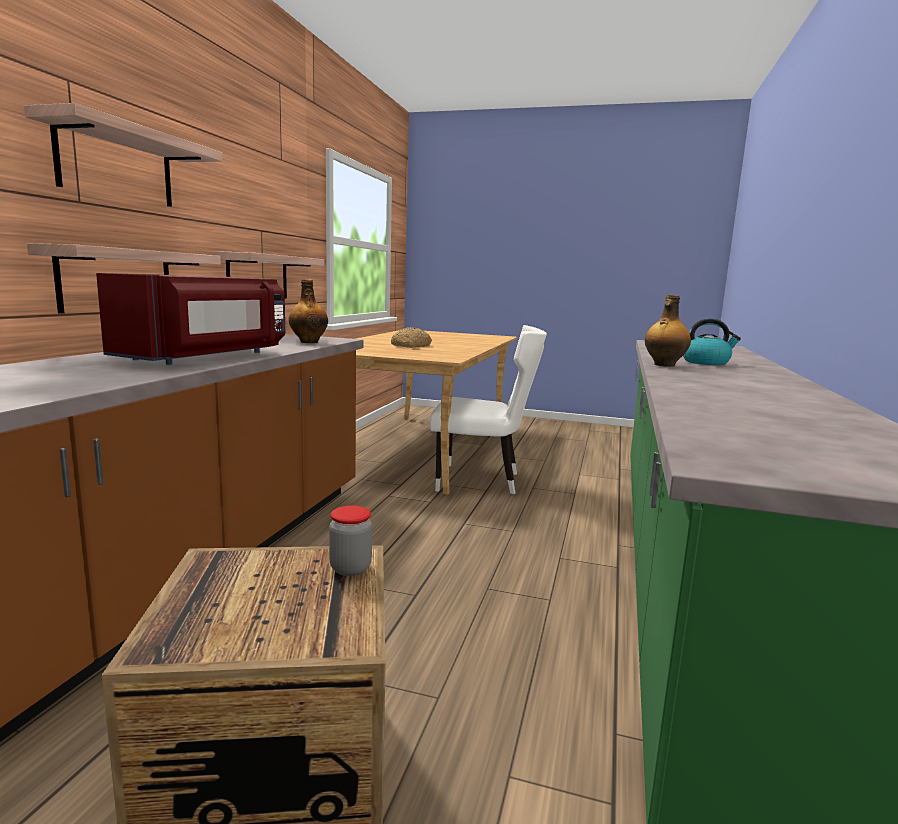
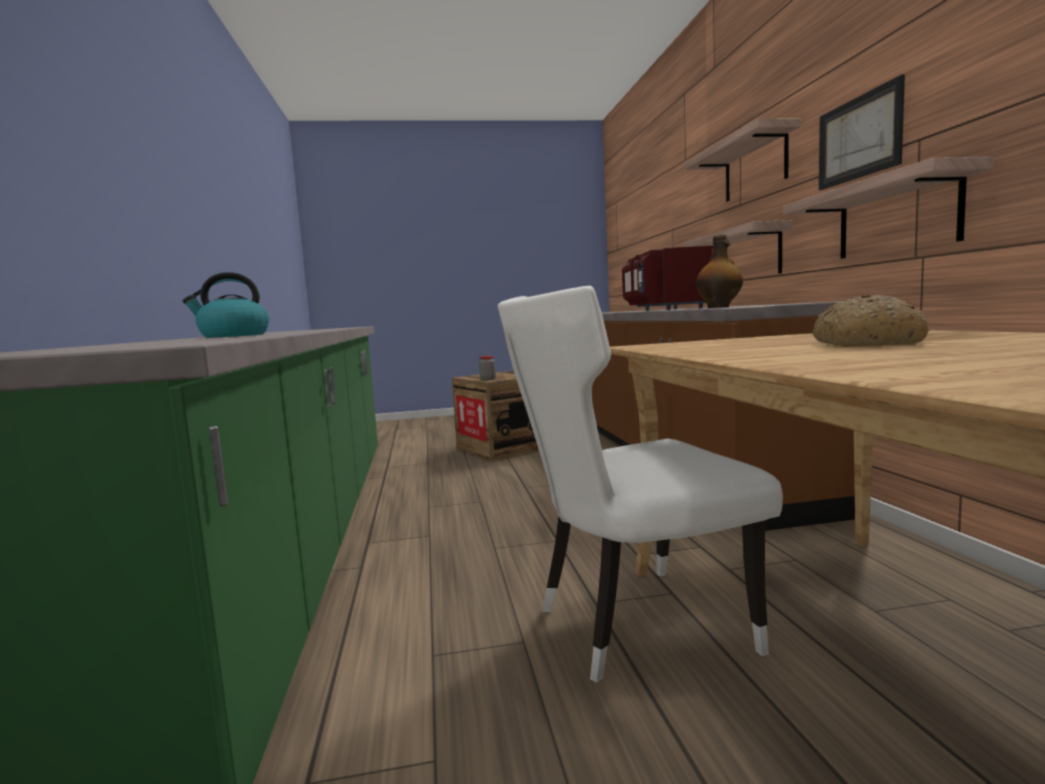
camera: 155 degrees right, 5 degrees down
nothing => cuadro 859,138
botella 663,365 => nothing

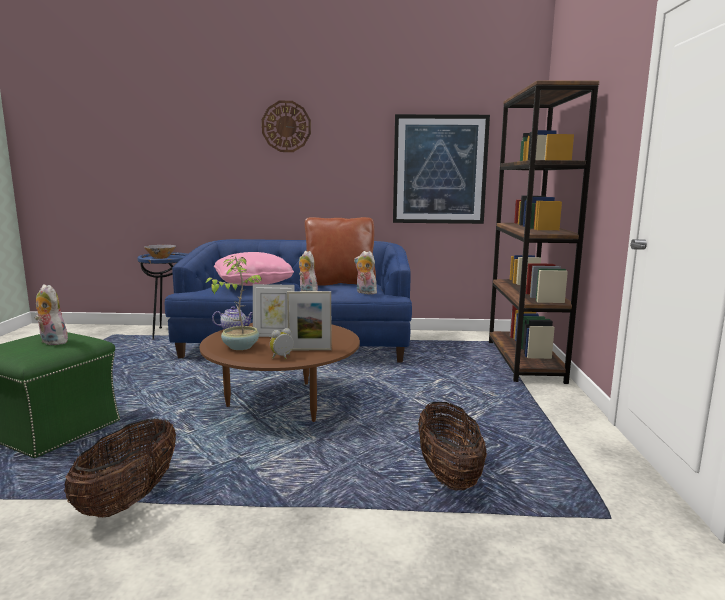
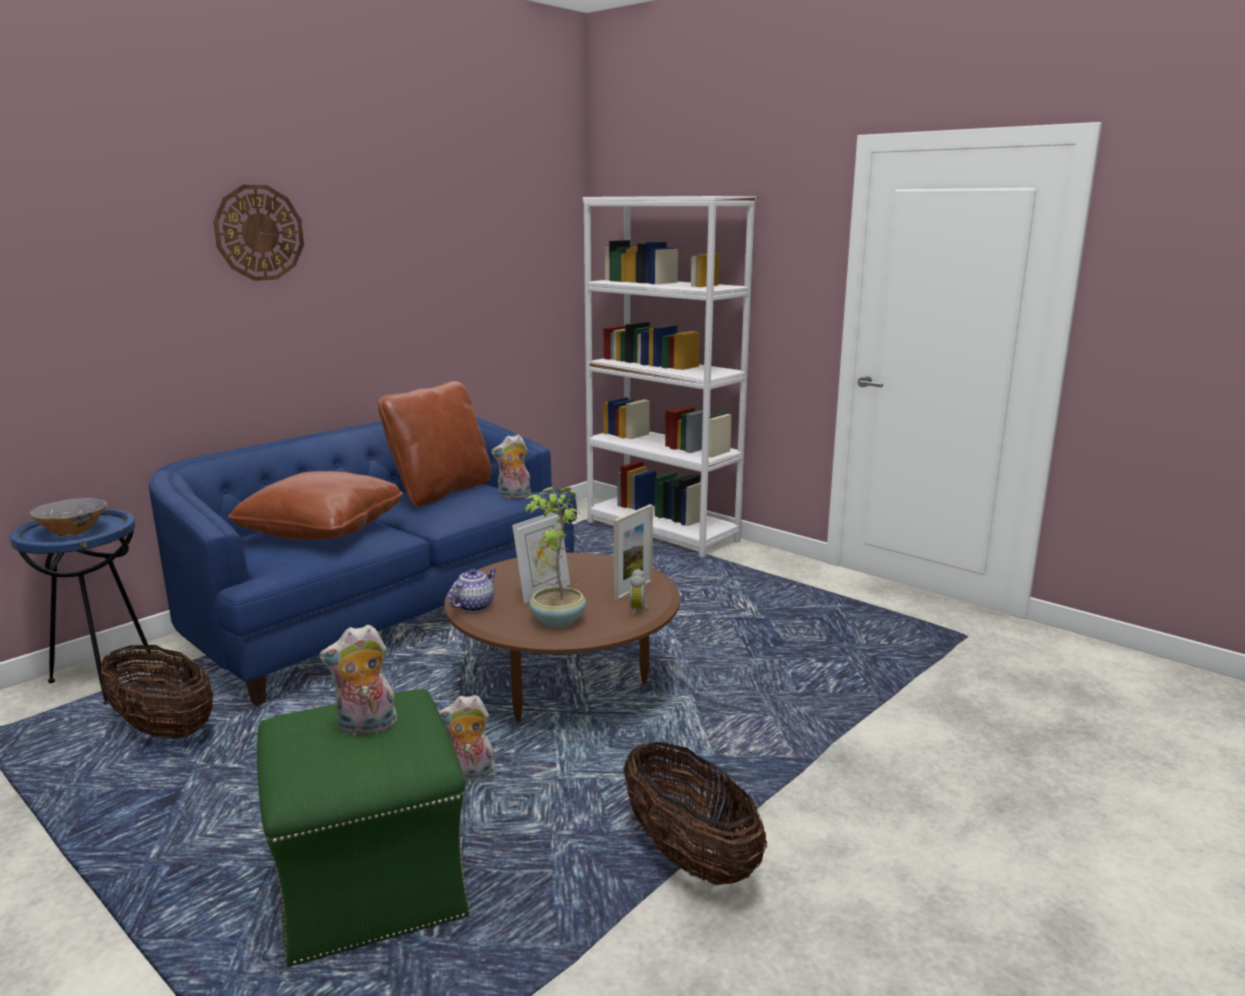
camera: 50 degrees left, 5 degrees up
cesta 448,475 => cesta 163,728, shifted
cojín (rosa) 253,283 => cojín (marrón) 322,529
peluche 306,292 => peluche 469,775, shifted
estantería (marrón) 524,361 => estantería (blanco) 662,532
cuadro 439,170 => nothing

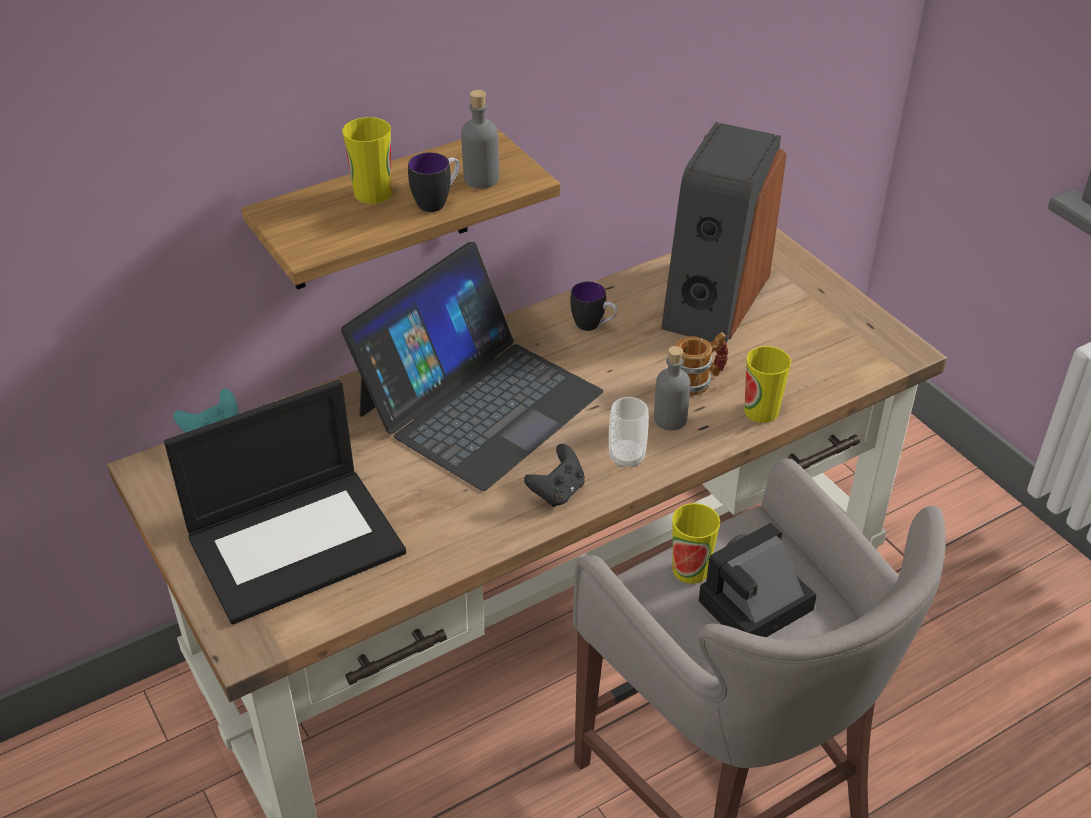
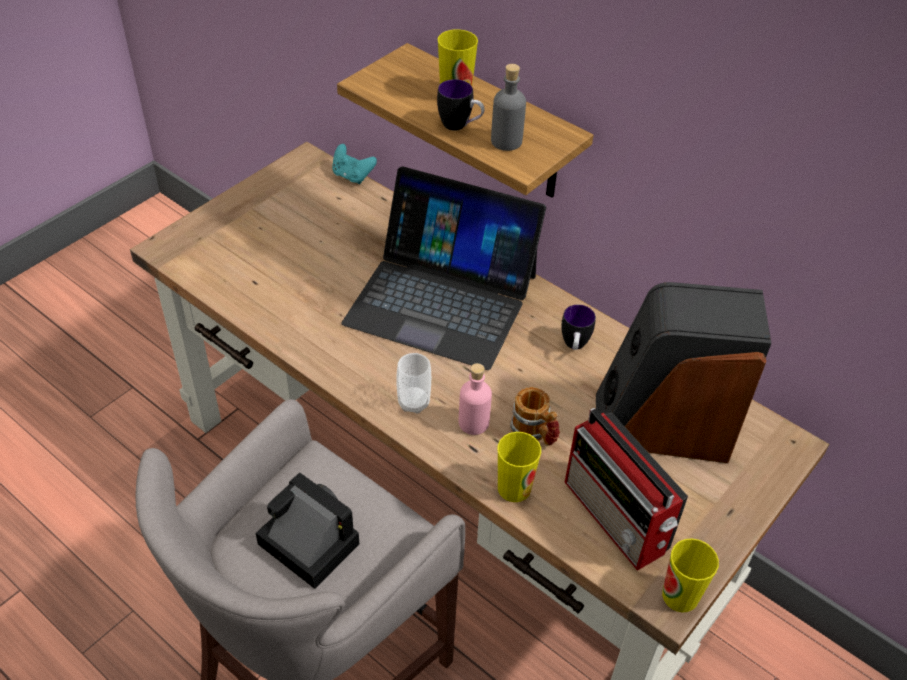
camera: 70 degrees right, 5 degrees up
botella (gris) 670,419 => botella (rosa) 473,423
nothing => radio 617,519
taza 690,569 => taza 680,595, shifted
portátil 297,542 => nothing
mando de consola (negro) 557,492 => nothing

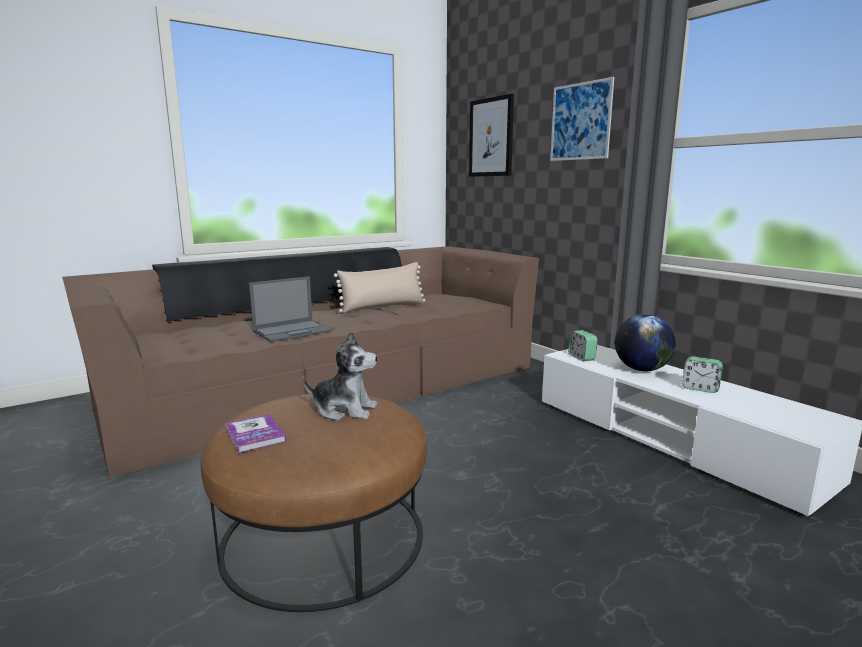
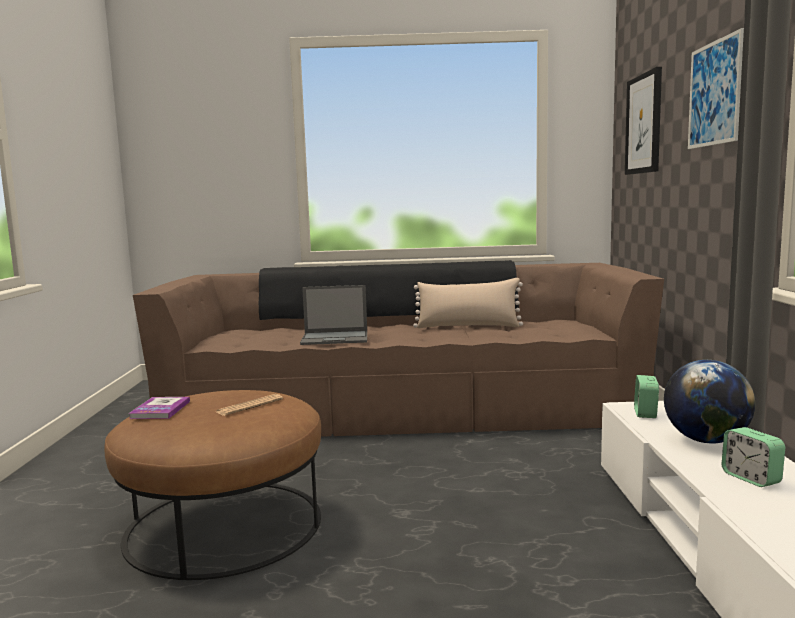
camera: 35 degrees right, 5 degrees down
peluche 344,410 => periódico 249,406

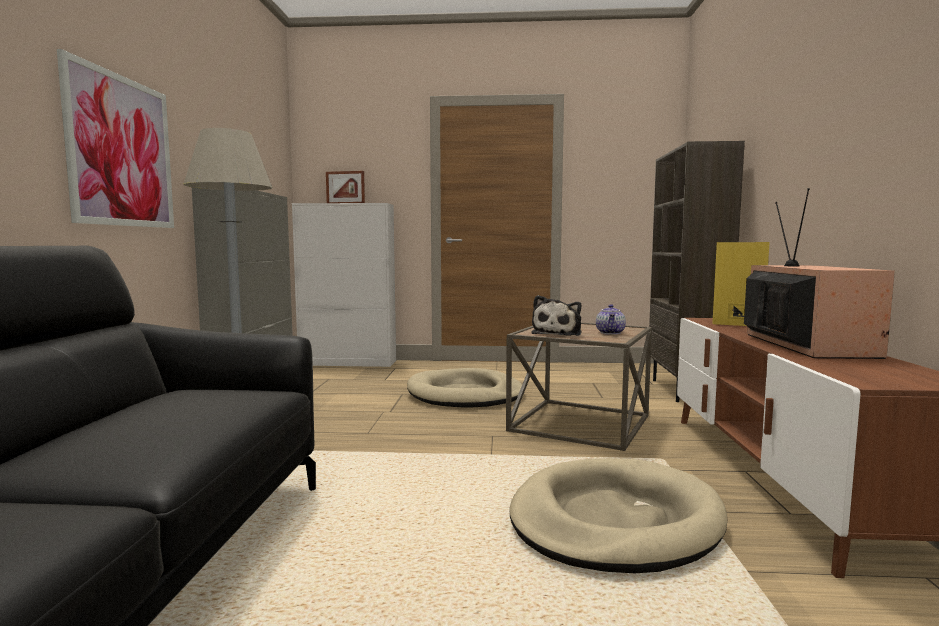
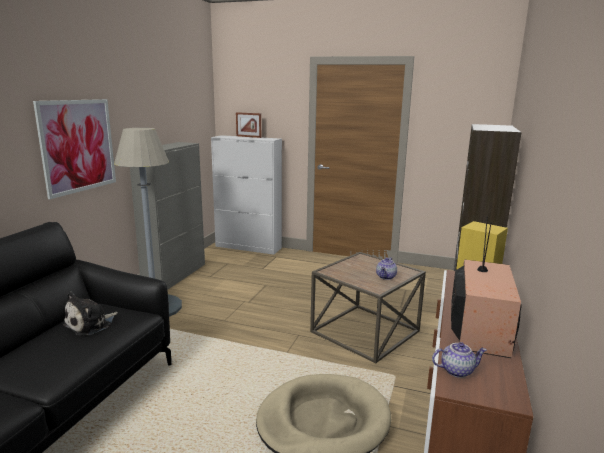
camera: 15 degrees right, 10 degrees up
peluche 558,333 => peluche 91,324, shifted
nothing => tetera 457,370
cama para perro (beis) 465,394 => nothing

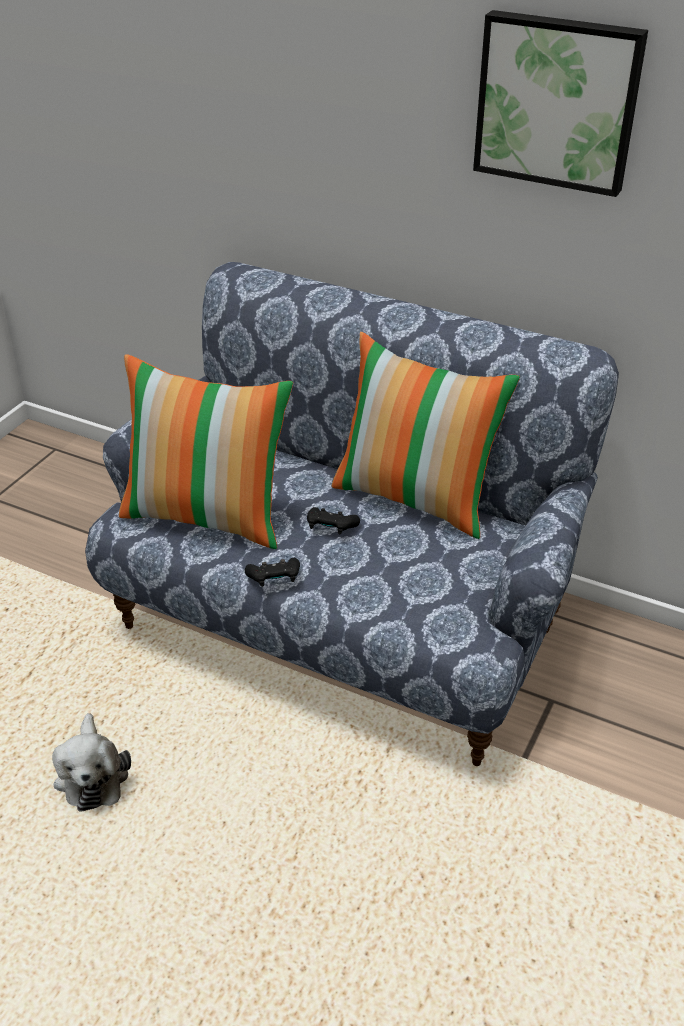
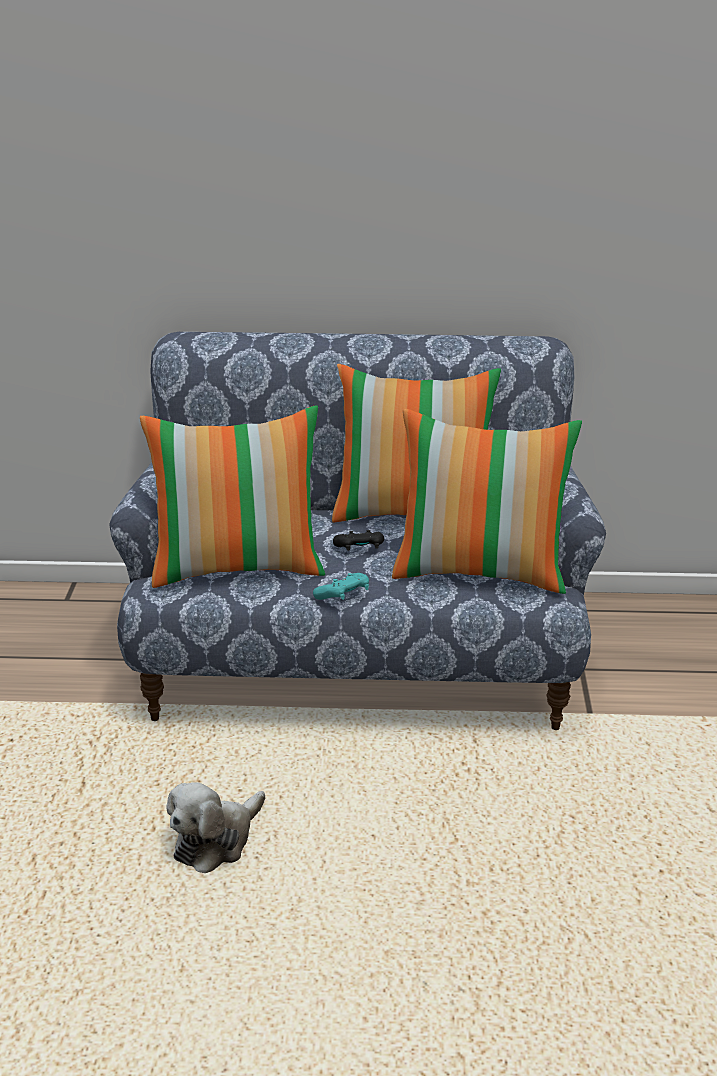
camera: 25 degrees left, 10 degrees down
peluche 92,775 => peluche 216,842, 75 degrees clockwise
mando de consola (negro) 274,580 => mando de consola (turquesa) 343,597
nothing => cojín 481,572
cuadro 558,101 => nothing

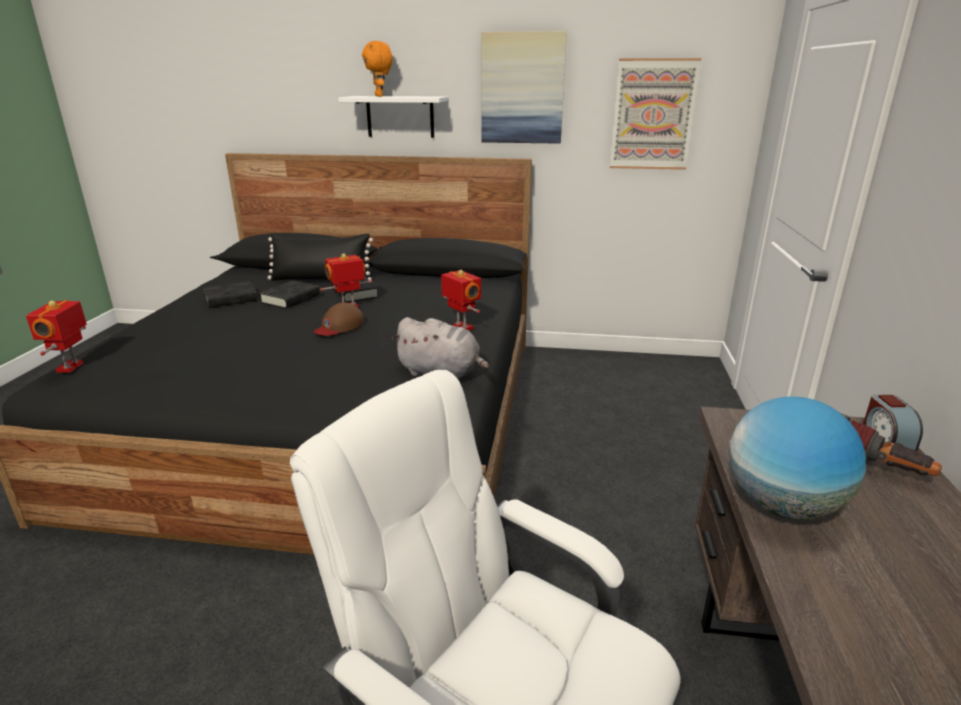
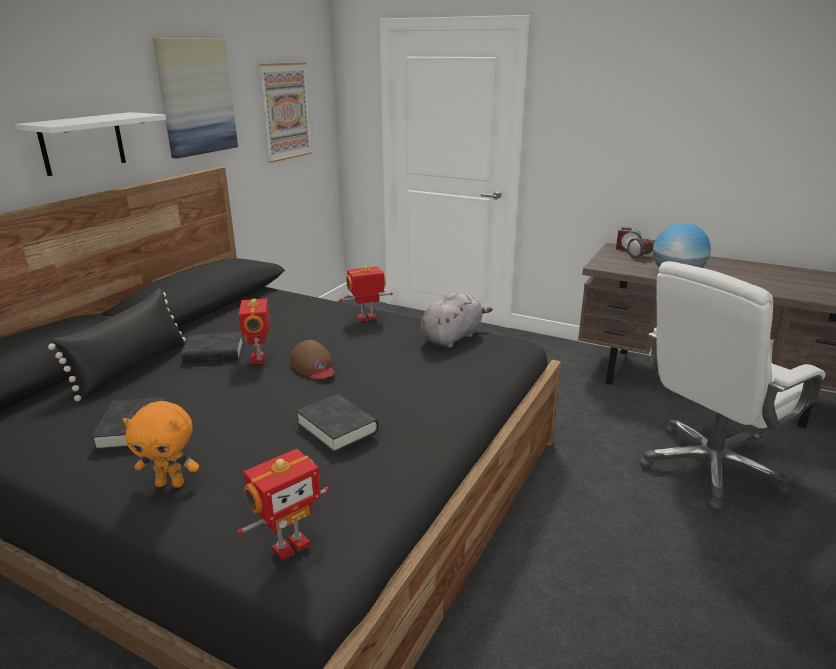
camera: 70 degrees left, 0 degrees up
peluche (naranja) 380,96 => peluche (naranja) 171,483, shifted
robot de juguete 71,367 => robot de juguete 290,545, 60 degrees counterclockwise
libro (negro) 290,299 => libro (negro) 337,428, shifted

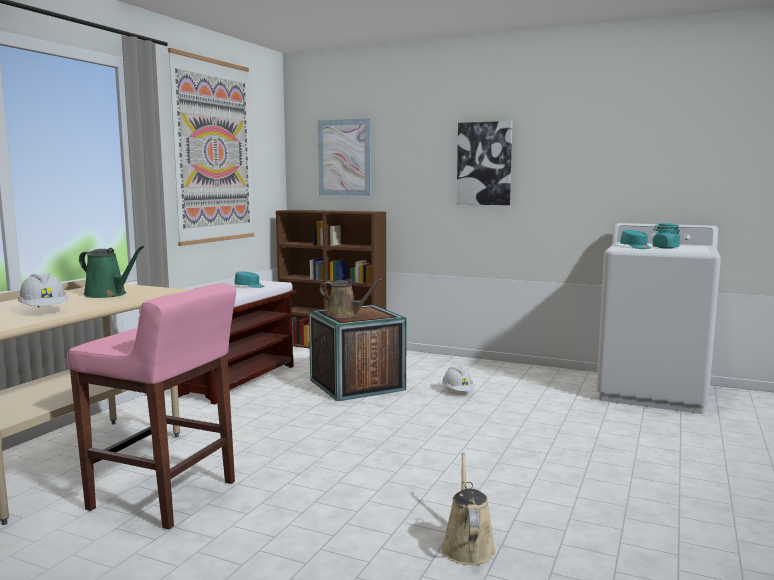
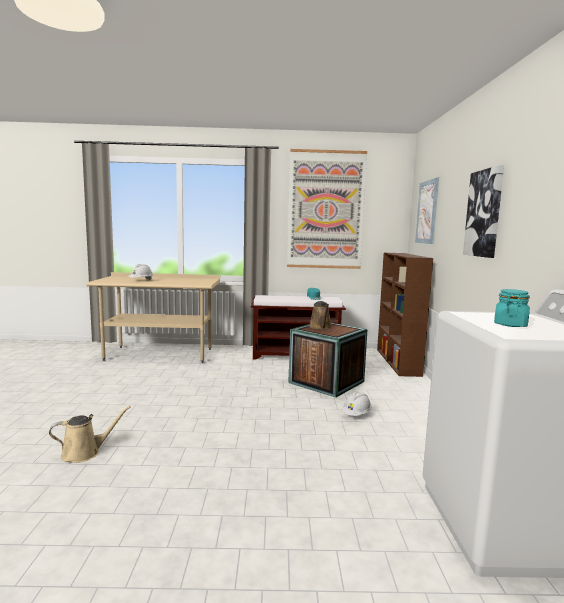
camera: 65 degrees right, 0 degrees up
taburete (rosa) 165,496 => nothing
regadera (verde) 108,294 => nothing
gorra (turquesa) 635,247 => nothing

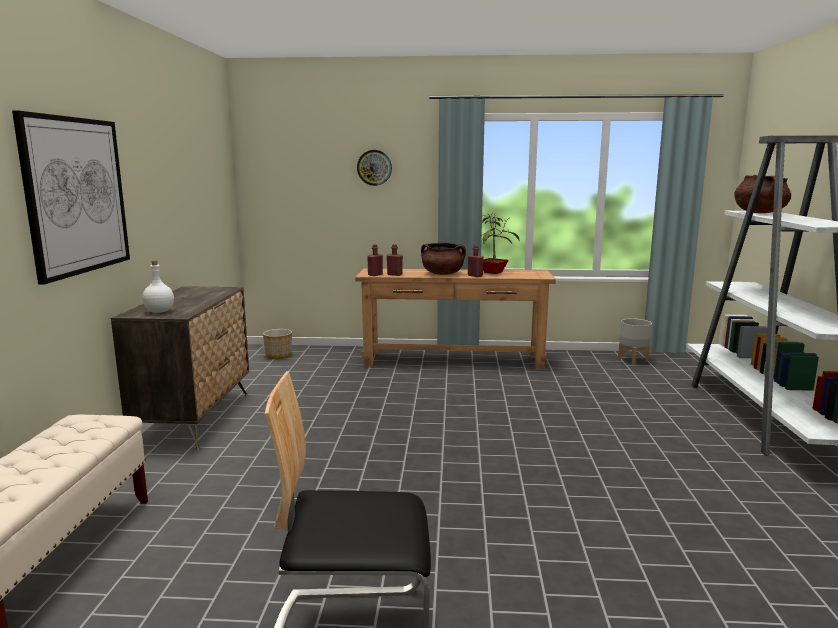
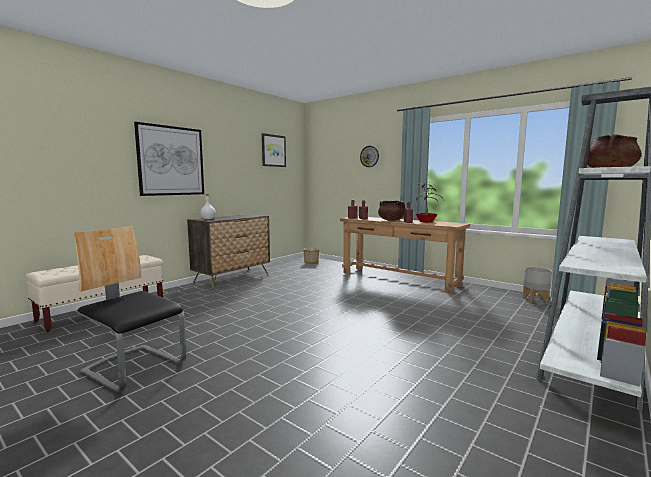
camera: 35 degrees right, 5 degrees down
nothing => cuadro 273,150

